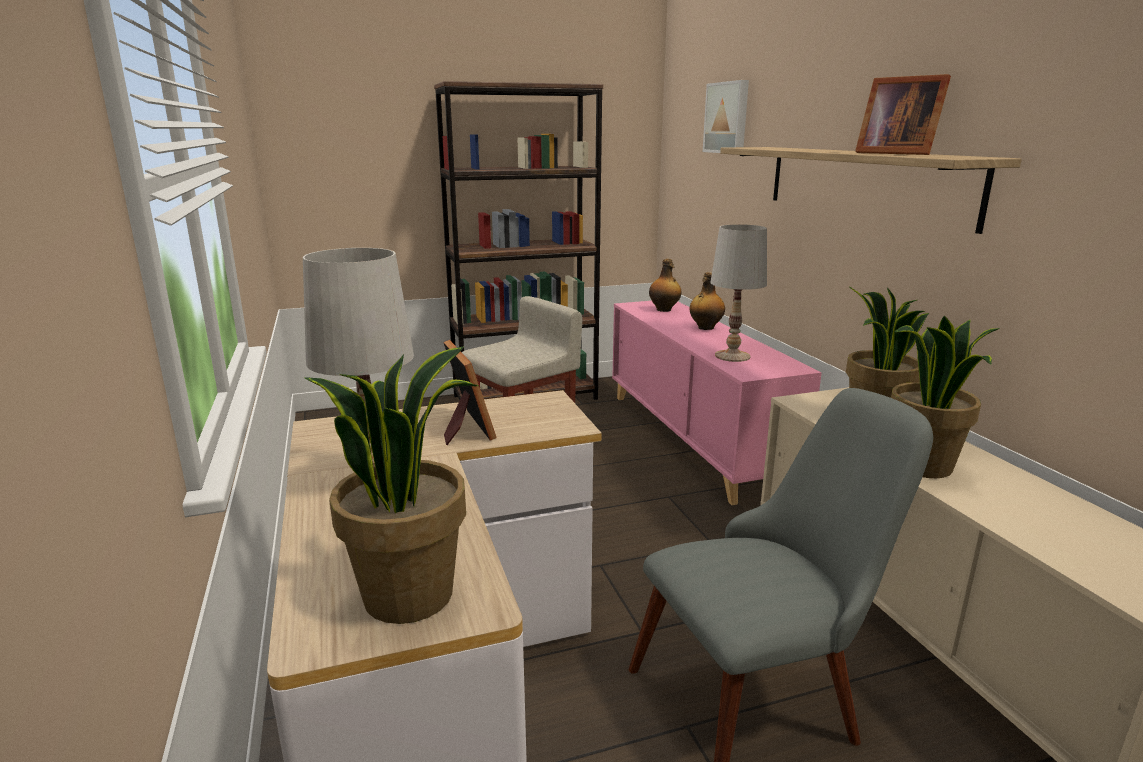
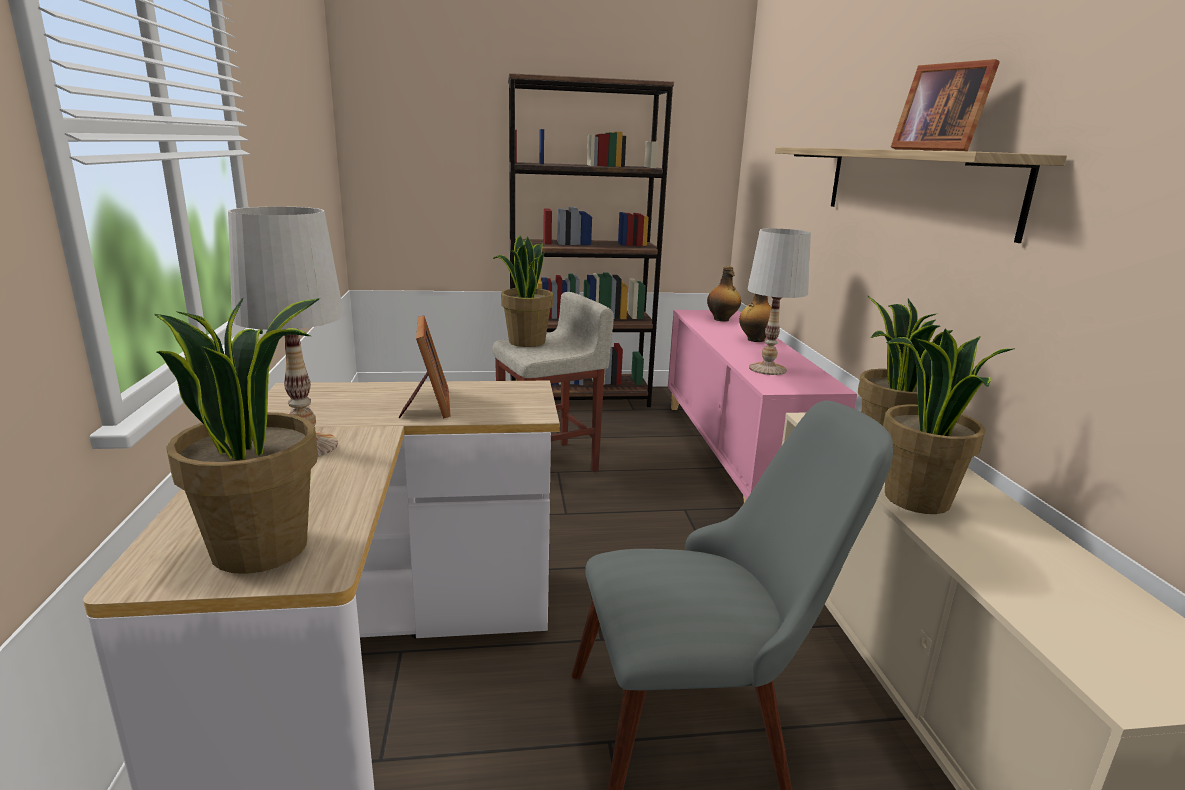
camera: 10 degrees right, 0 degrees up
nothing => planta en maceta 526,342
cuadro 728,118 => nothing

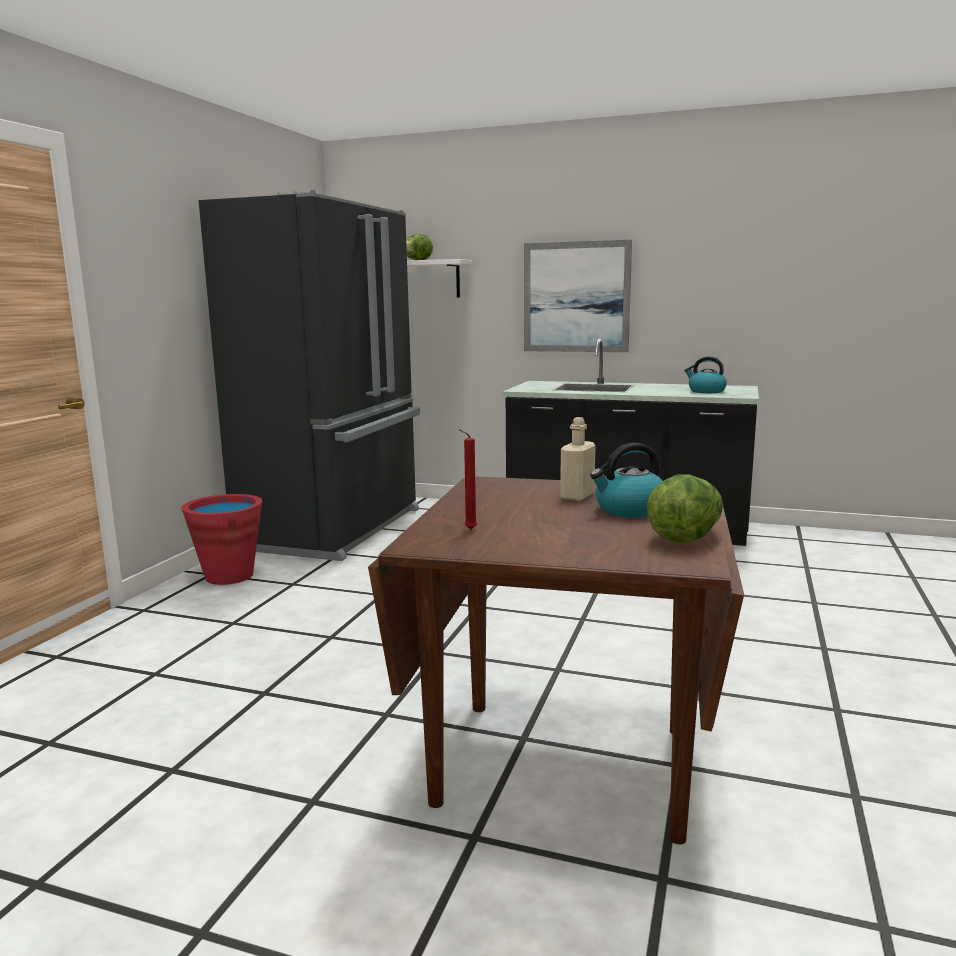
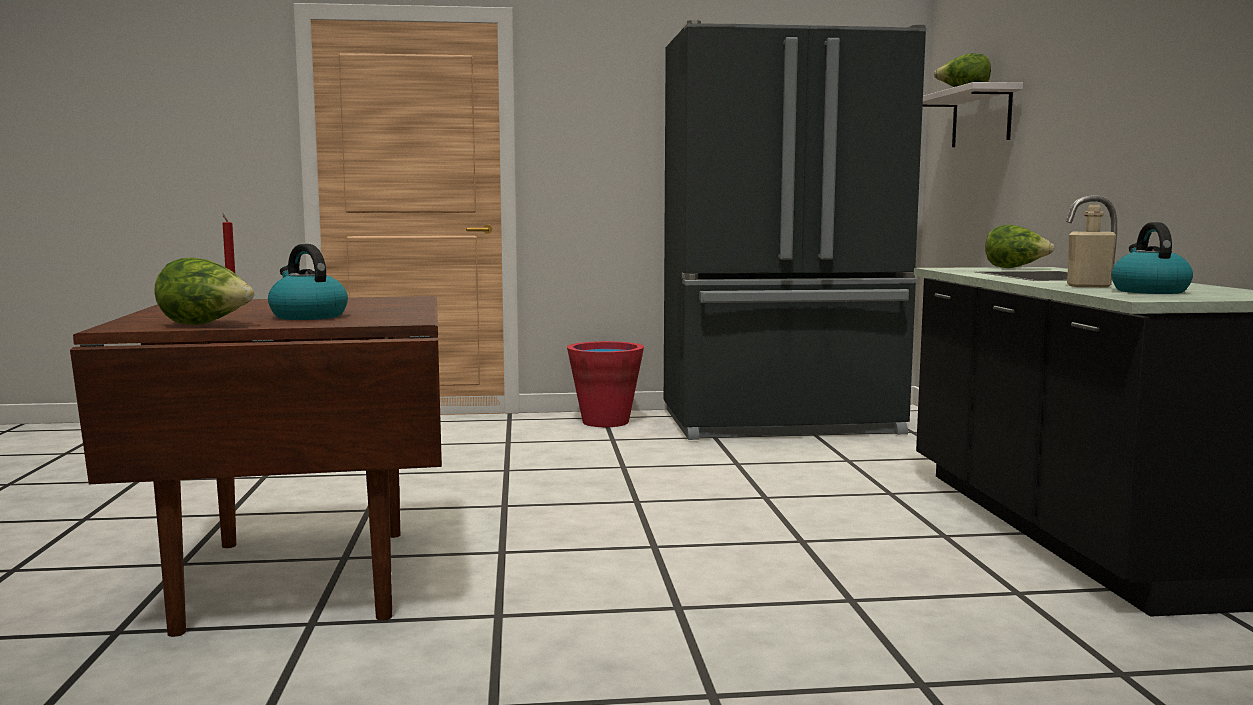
camera: 65 degrees right, 5 degrees down
nothing => lechuga 1015,268
botella (beis) 577,496 => botella (beis) 1088,286, shifted
cuadro 576,297 => nothing

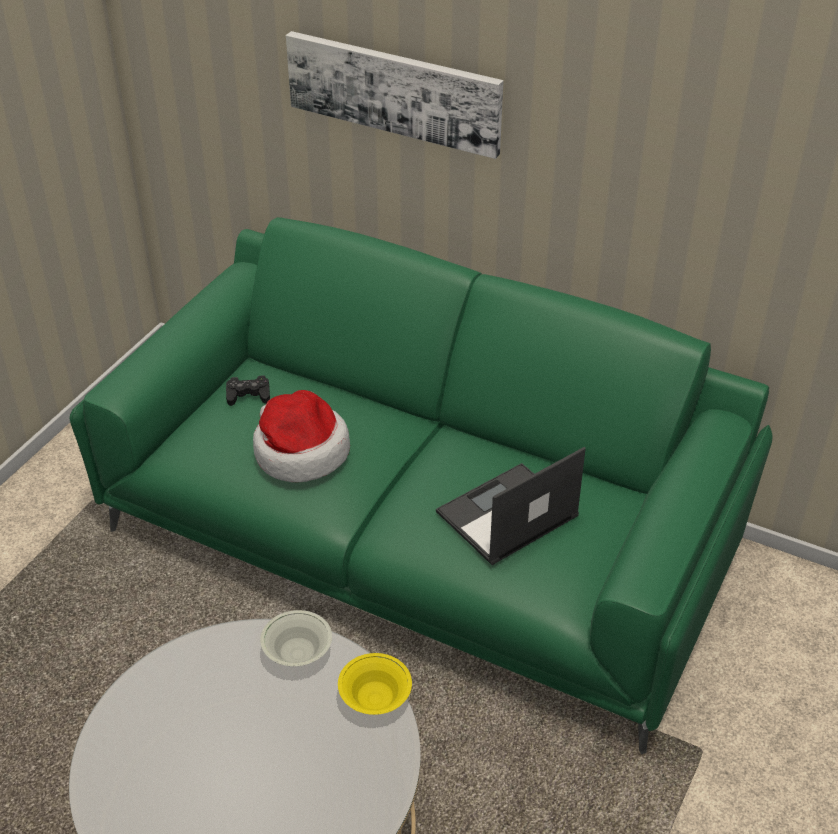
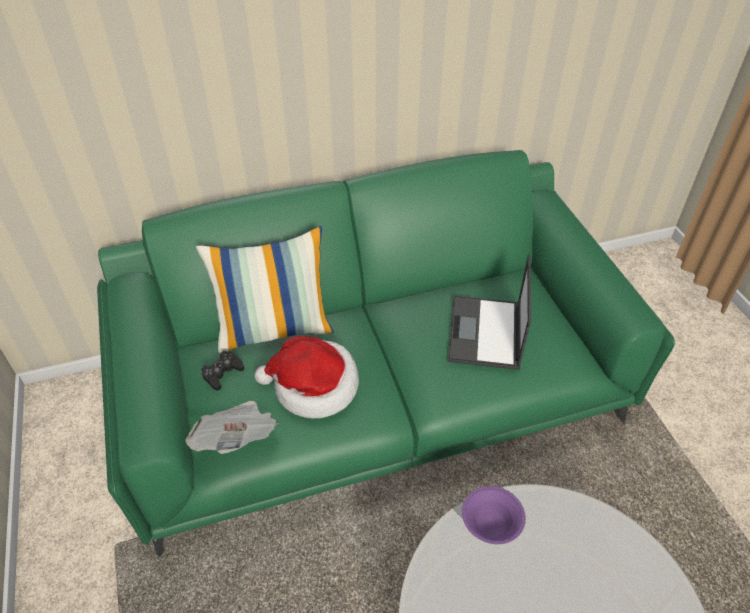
camera: 45 degrees left, 5 degrees up
nothing => periódico 237,439
nothing => cojín 274,329
cuenco (blanco) 297,655 => cuenco (morado) 490,525
cuadro 394,91 => nothing
cuenco (amarillo) 375,700 => nothing

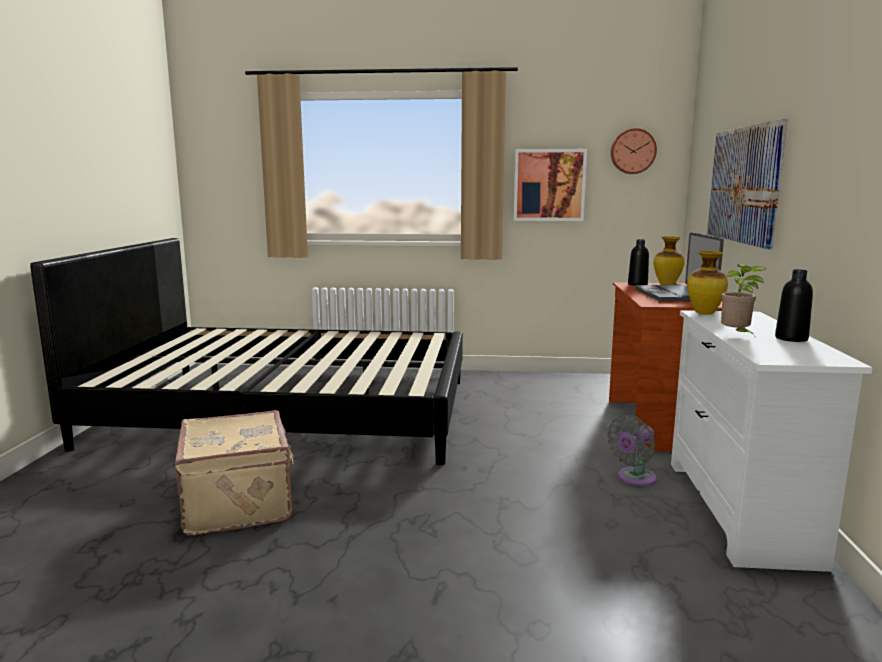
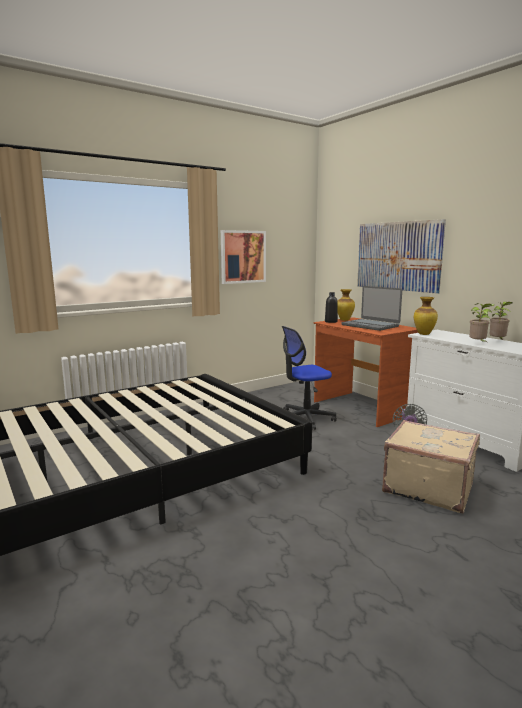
camera: 40 degrees left, 0 degrees up
nothing => silla de oficina 305,418
maleta (beis) 240,502 => maleta (beis) 428,487, shifted
botella (negro) 791,338 => planta en maceta 497,341
reloj de pared 632,151 => nothing

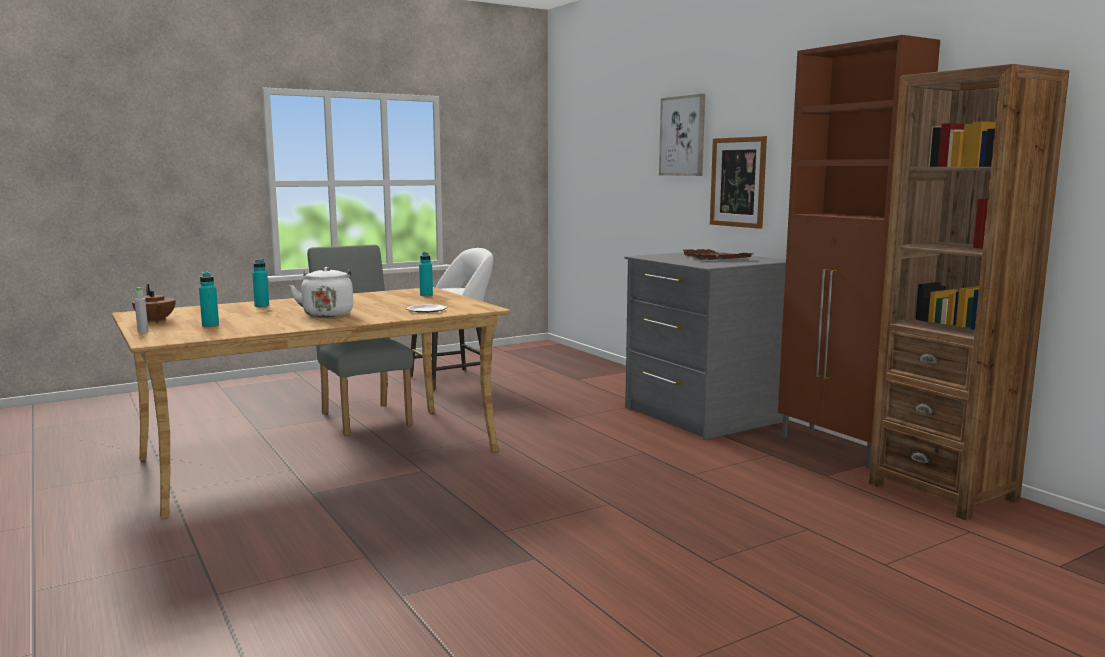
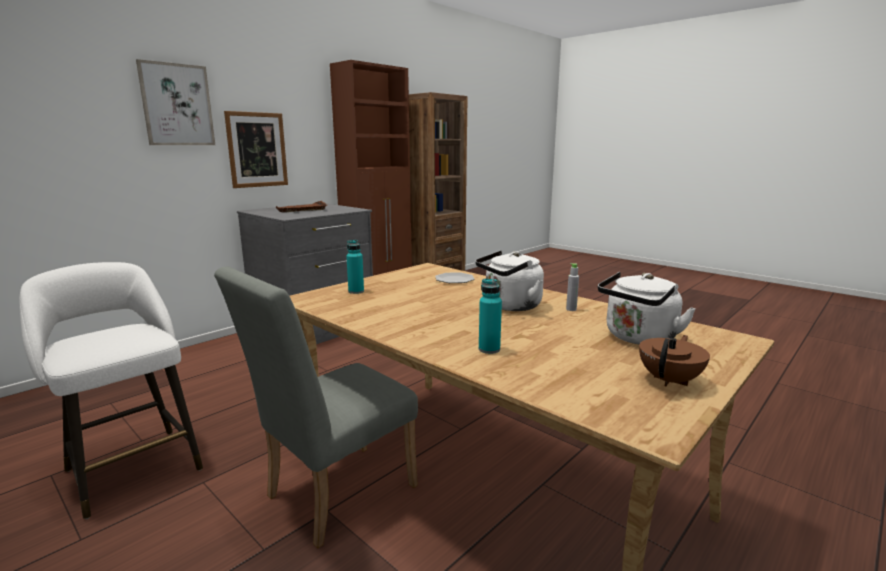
camera: 105 degrees left, 5 degrees up
botella (gris) 143,331 => botella (gris) 571,309, shifted
botella (turquesa) 210,325 => hervidor (blanco) 638,338

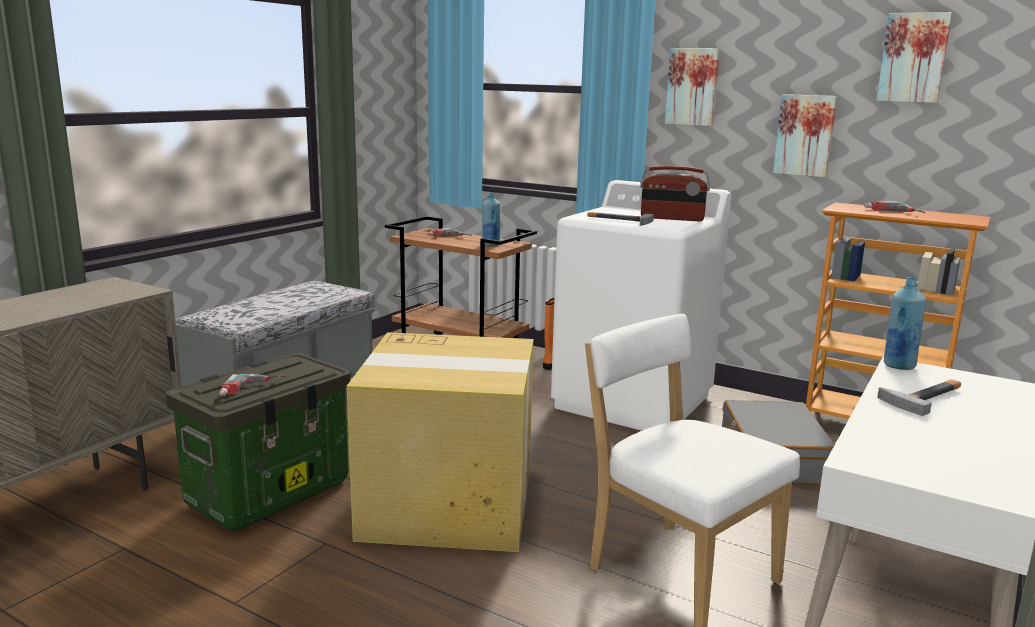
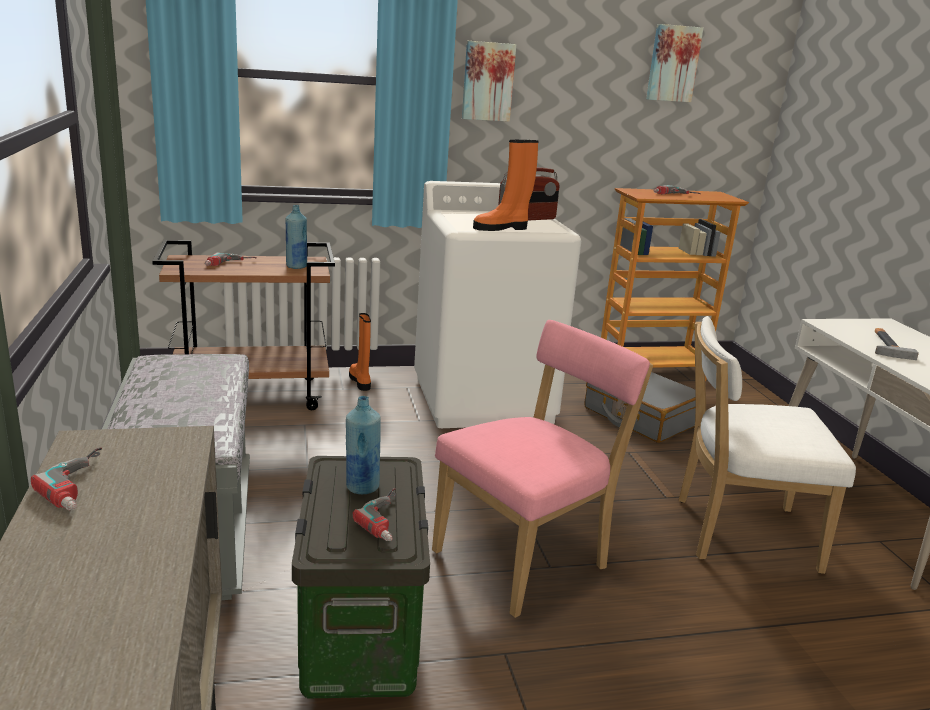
camera: 45 degrees left, 5 degrees up
nothing => taladro 86,484
botella (azul) 898,365 => botella (azul) 362,487, shifted
caja de cartón 451,504 => silla (rosa) 526,558
martillo 618,220 => bota (naranja) 502,228
cuadro 805,135 => nothing

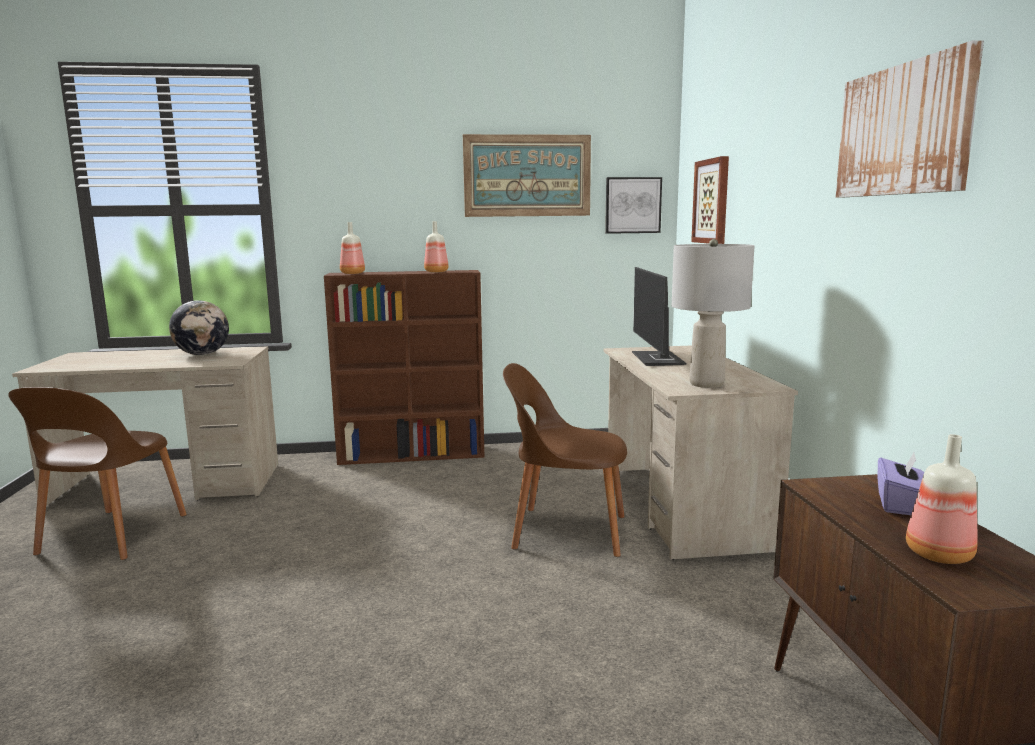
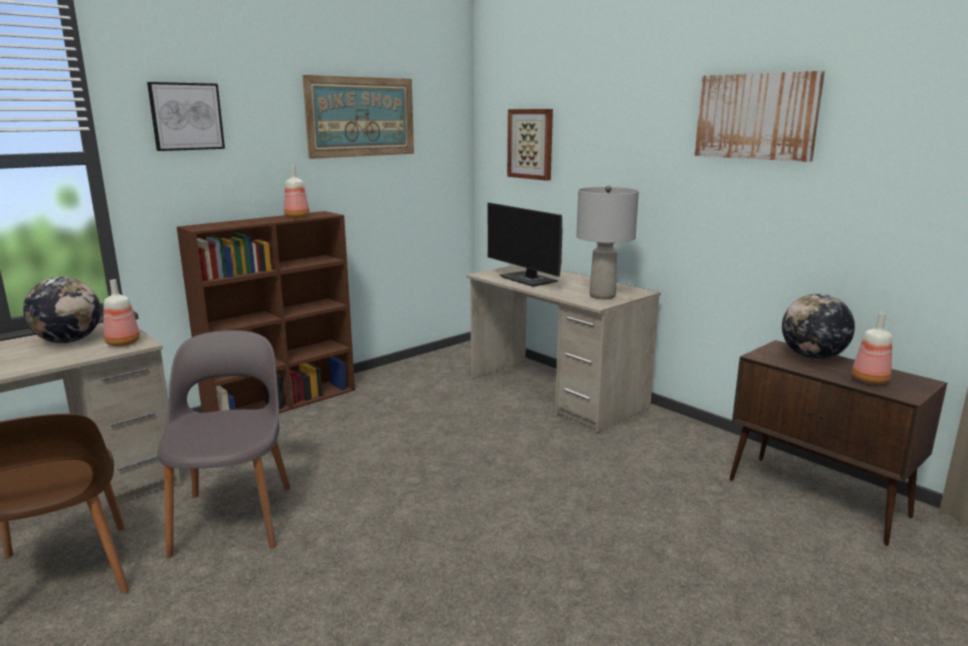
camera: 35 degrees left, 5 degrees up
botella 351,273 => botella 122,343, shifted
cuadro 632,205 => cuadro 186,116, shifted
nothing => silla (gris) 234,517
caja de pañuelos (morado) 901,505 => globo terráqueo 812,357
silla (marrón) 566,531 => nothing

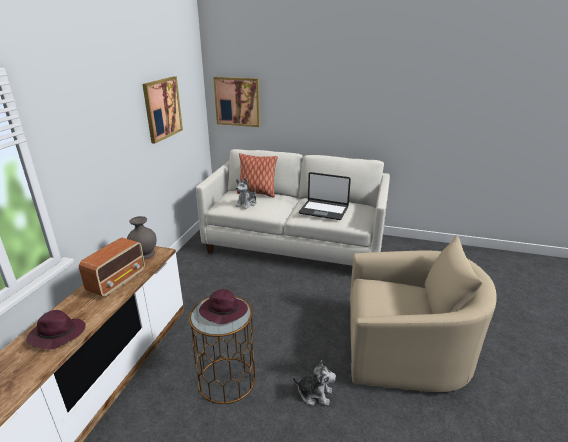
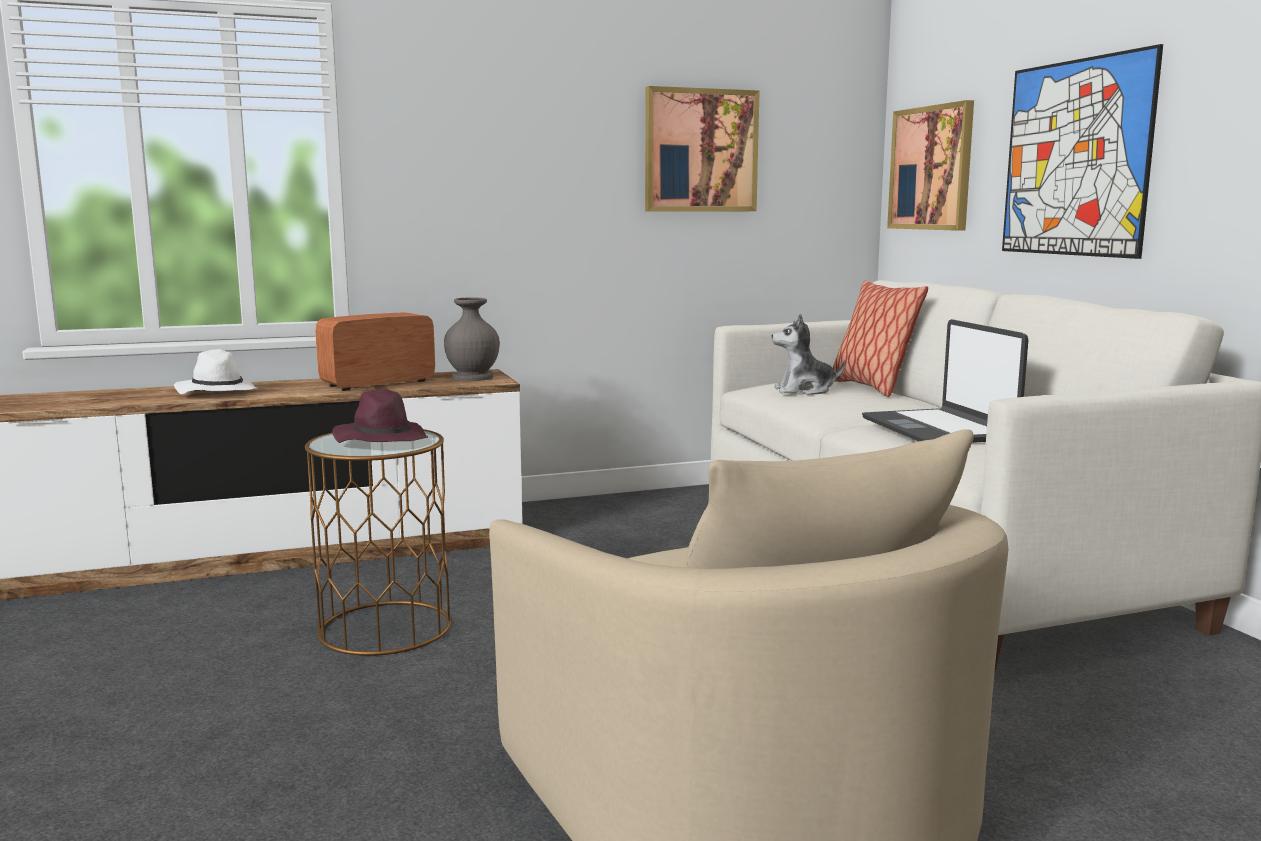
camera: 55 degrees right, 15 degrees down
sombrero (morado) 56,335 => sombrero (blanco) 216,392
radio 118,281 => radio 376,384, 150 degrees clockwise
nothing => cuadro 1075,158
peluche 314,394 => nothing

